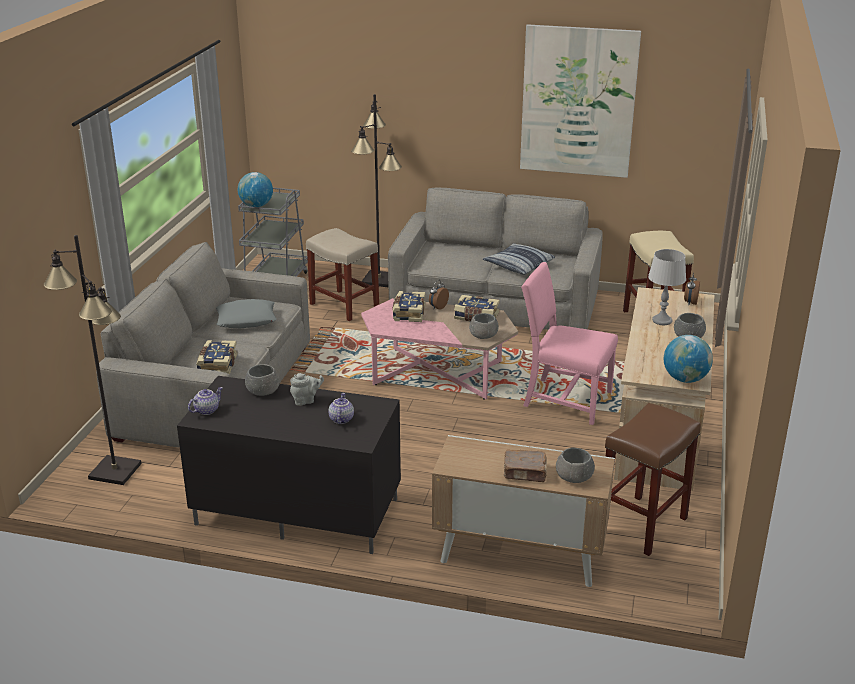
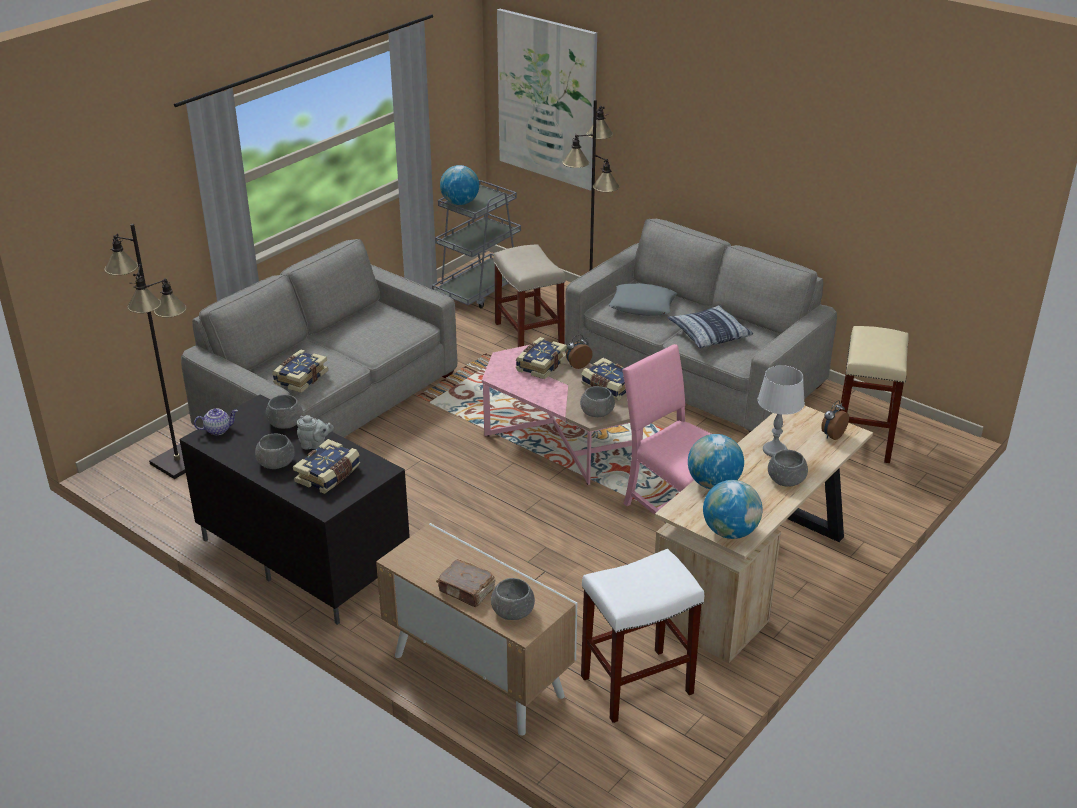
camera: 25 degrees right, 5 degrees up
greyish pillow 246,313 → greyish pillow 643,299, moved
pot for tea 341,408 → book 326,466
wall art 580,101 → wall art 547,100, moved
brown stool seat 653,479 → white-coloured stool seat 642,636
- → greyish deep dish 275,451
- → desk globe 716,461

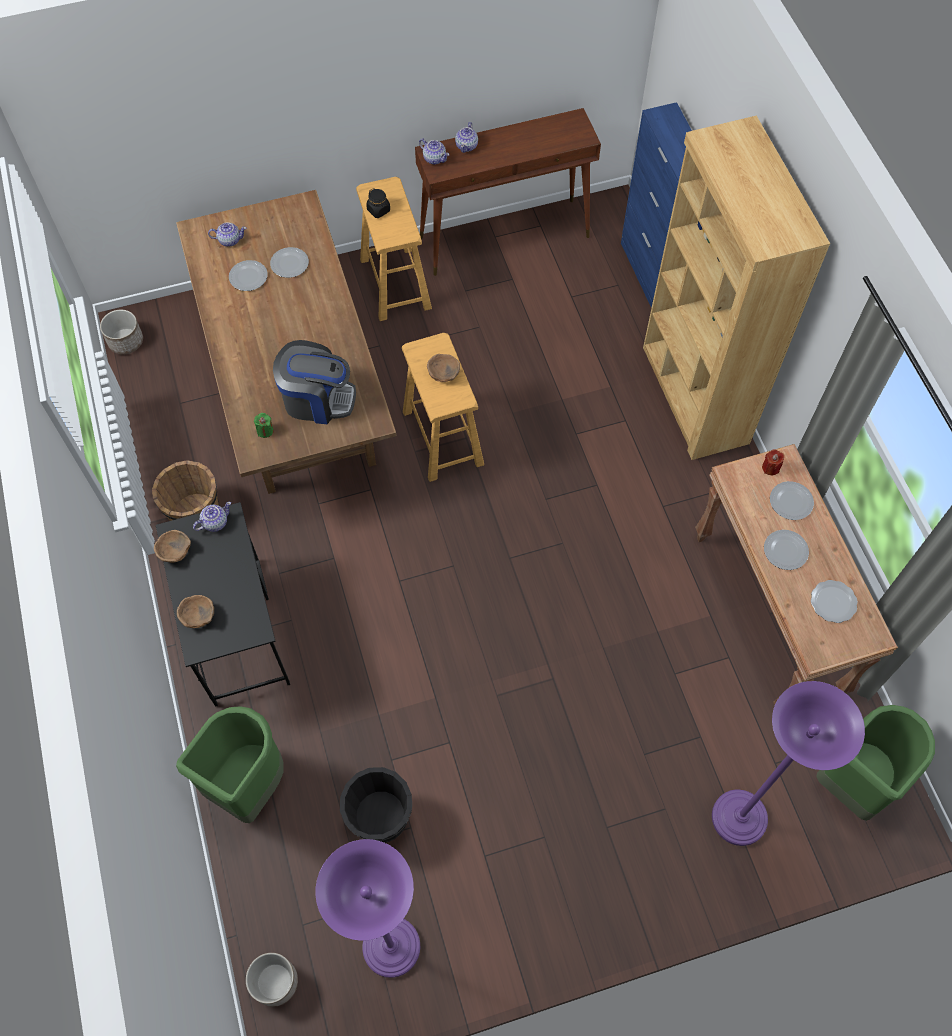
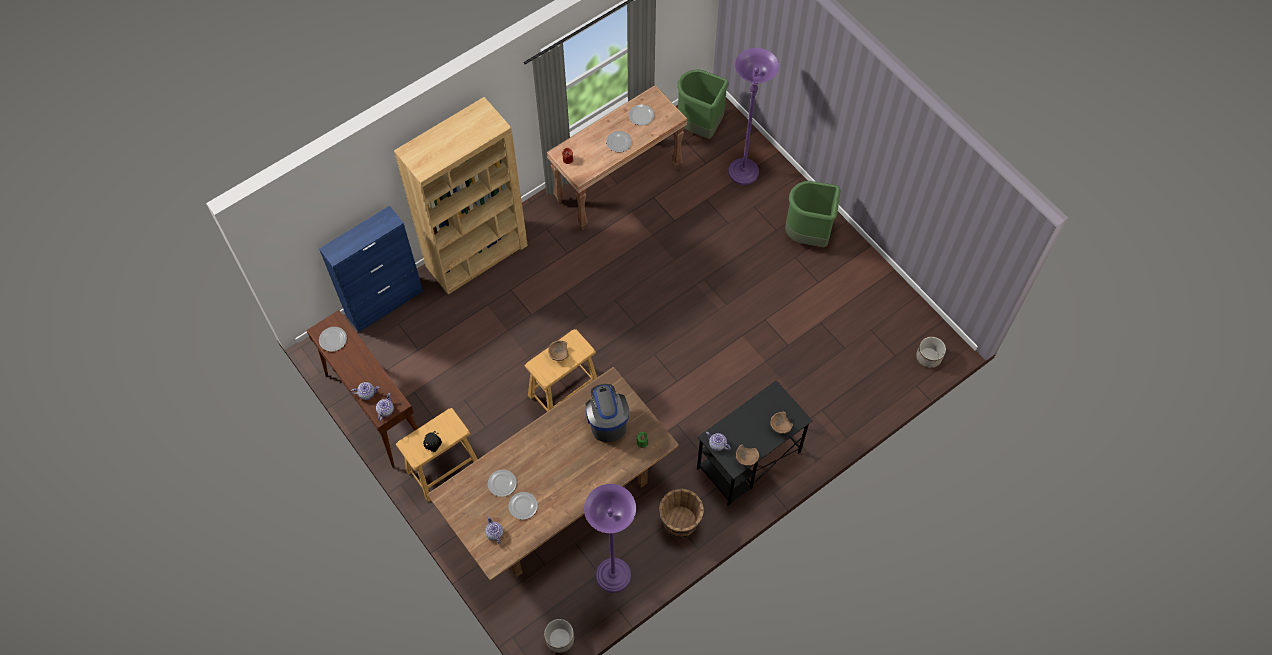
camera: 110 degrees left, 0 degrees up
greenish rubbish bin 229,764 → greenish rubbish bin 813,214, moved
purple-coloured floor lamp 367,908 → purple-coloured floor lamp 610,538, moved
black water bucket 376,805 → -
flat dish 792,500 → flat dish 333,339, moved

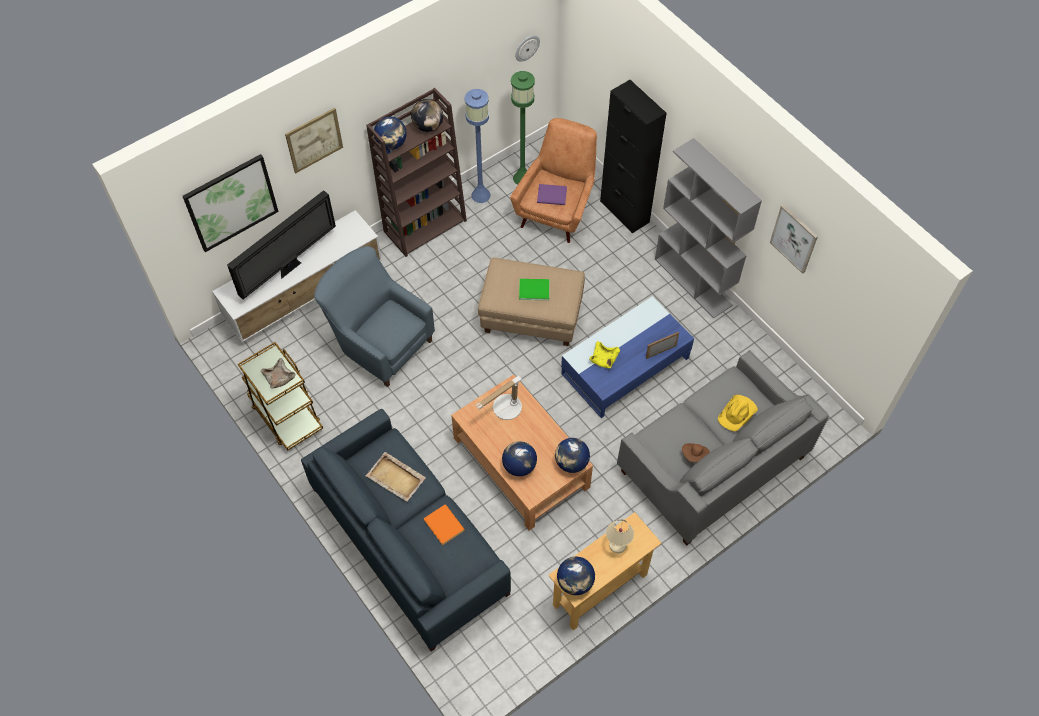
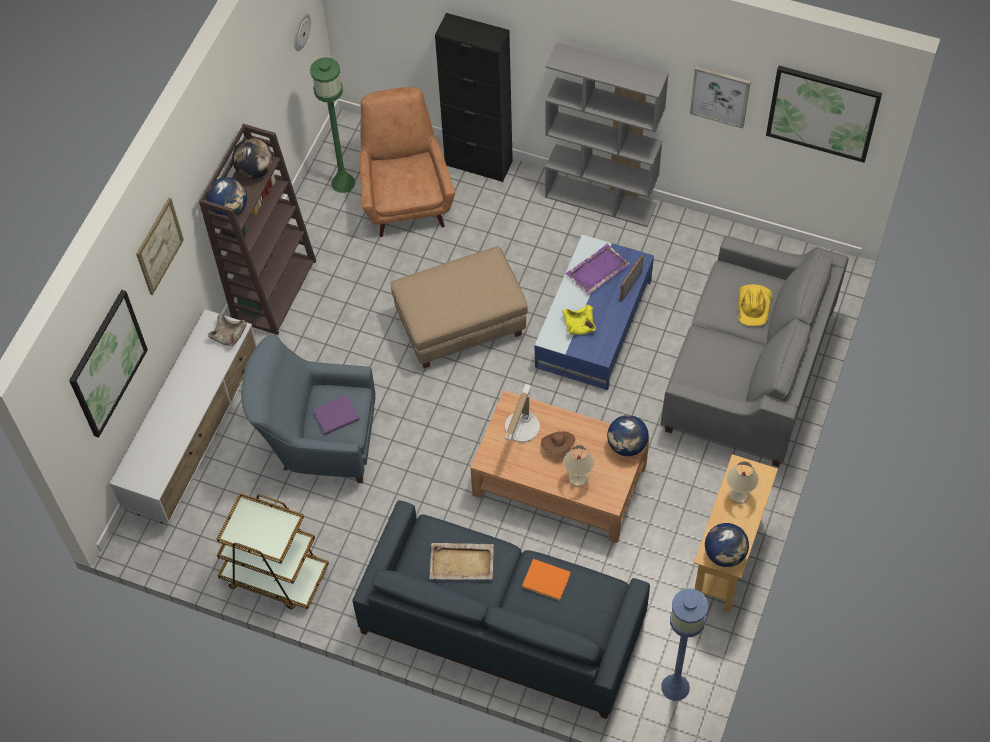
camera: 30 degrees left, 0 degrees up
television 281,244 → -
beige deep dish 278,373 → beige deep dish 227,330, moved
blue floor lamp 477,146 → blue floor lamp 684,644, moved
desk globe 519,458 → beige lamp for a table 578,466
greenish book 534,289 → -
purple-coloured book 552,194 → purple-coloured book 336,414, moved
brown wearable hat 696,452 → brown wearable hat 558,442, moved
- → purple-coloured tray 597,269
- → wall art 824,114

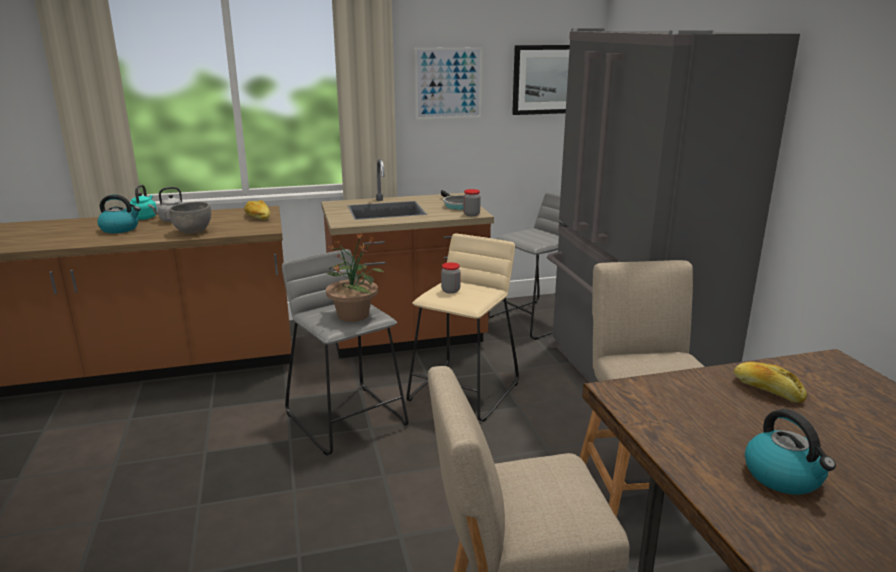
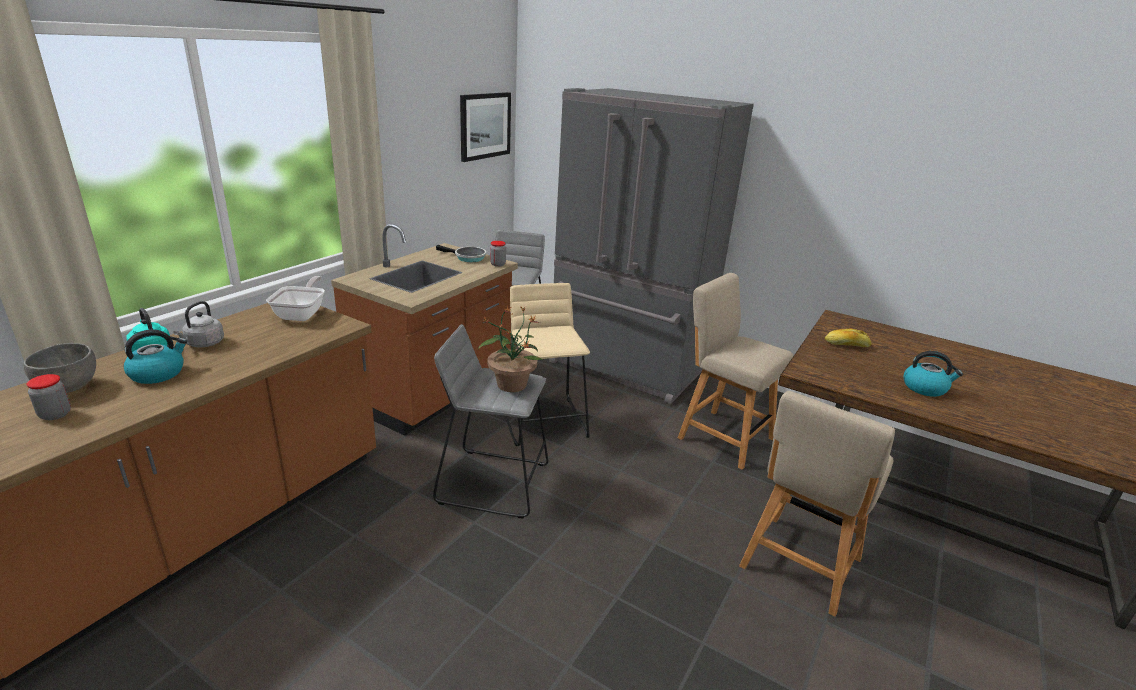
camera: 45 degrees left, 5 degrees up
greyish deep dish 190,218 → greyish deep dish 59,368, moved
baked bread 257,210 → skillet 295,298
wall art 448,83 → -
jar 451,278 → jar 48,397, moved

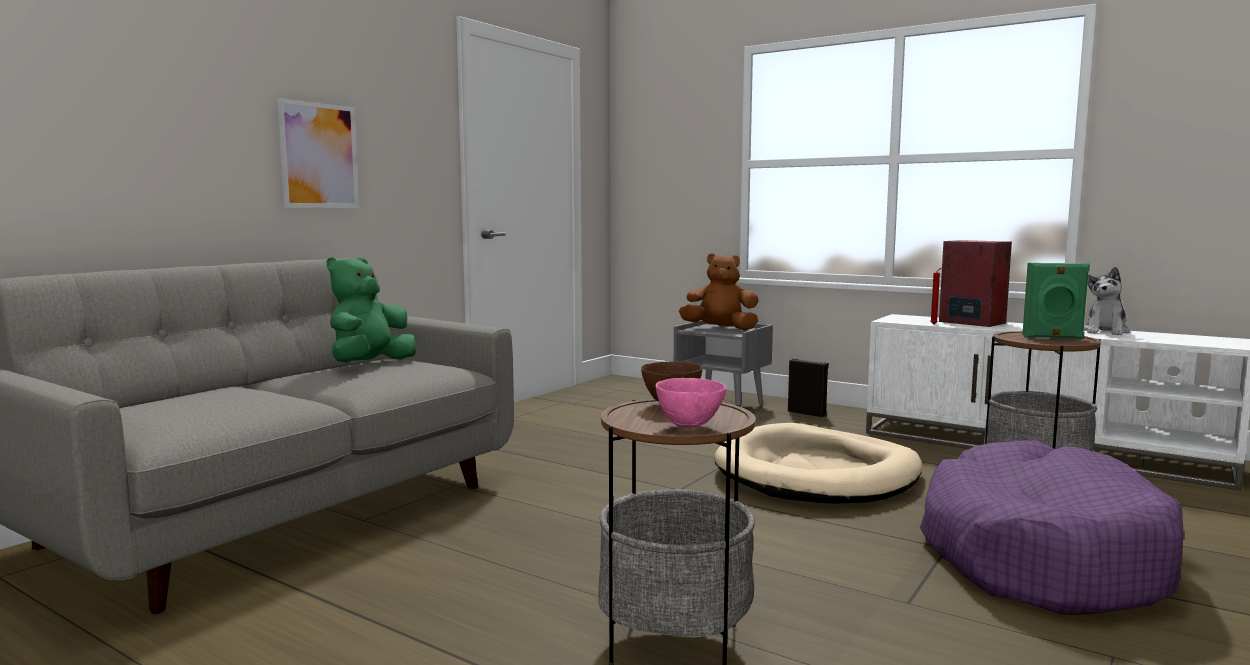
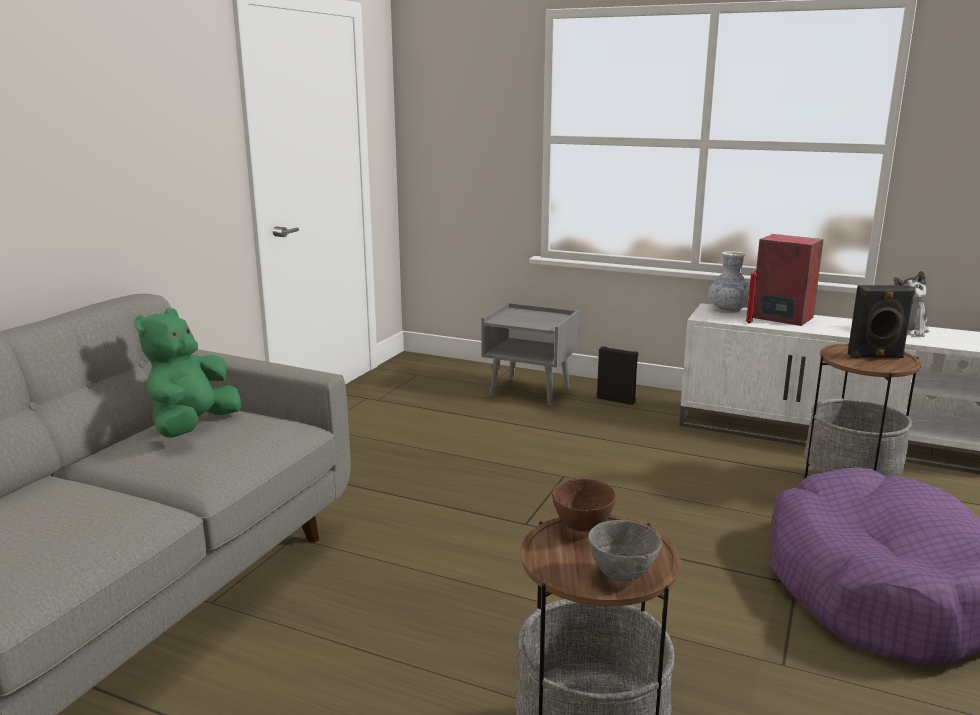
camera: 10 degrees left, 10 degrees up
wall art 318,153 → -
pinkish deep dish 690,403 → greyish deep dish 625,551
brown soft toy 719,291 → -
beige pet bed 818,463 → -
greenish loudspeaker 1056,301 → black loudspeaker 882,321
- → vase 729,281

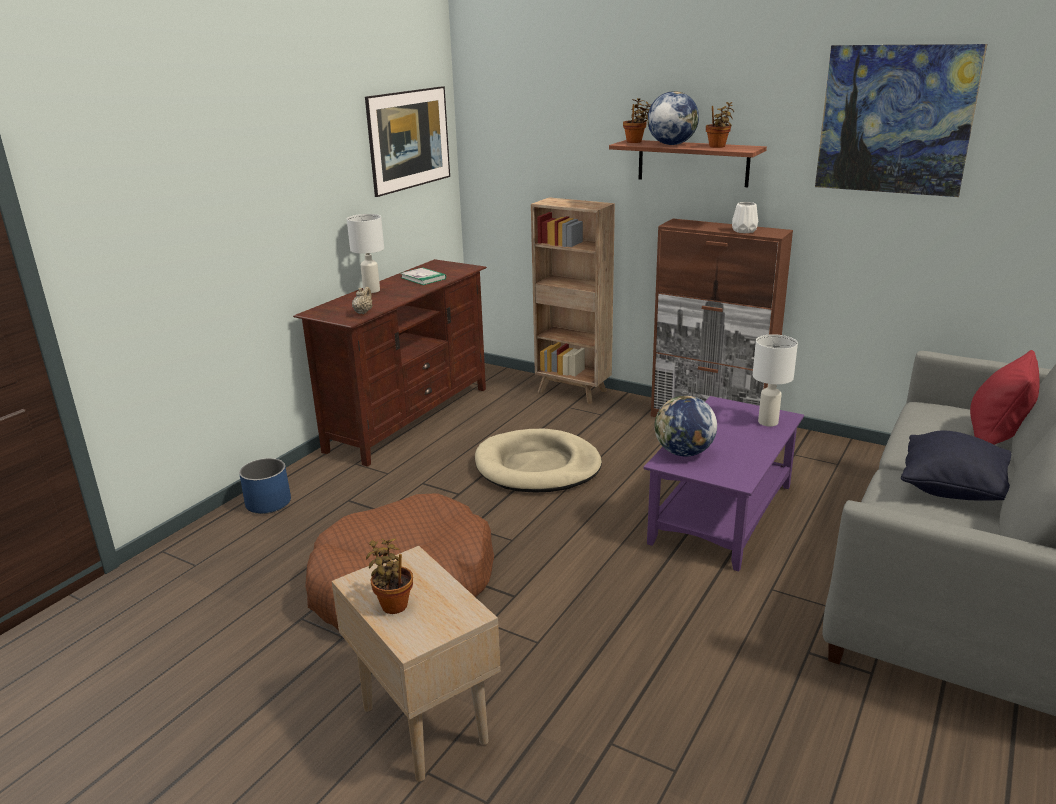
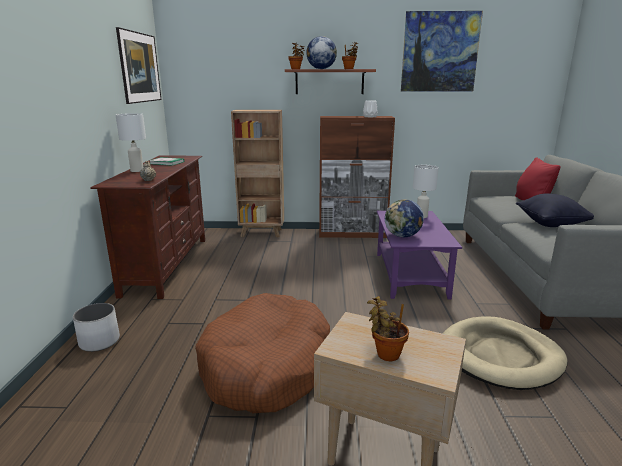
camera: 30 degrees left, 5 degrees down
blue planter 265,486 → white-coloured planter 96,327
beige pet bed 538,460 → beige pet bed 505,353, moved

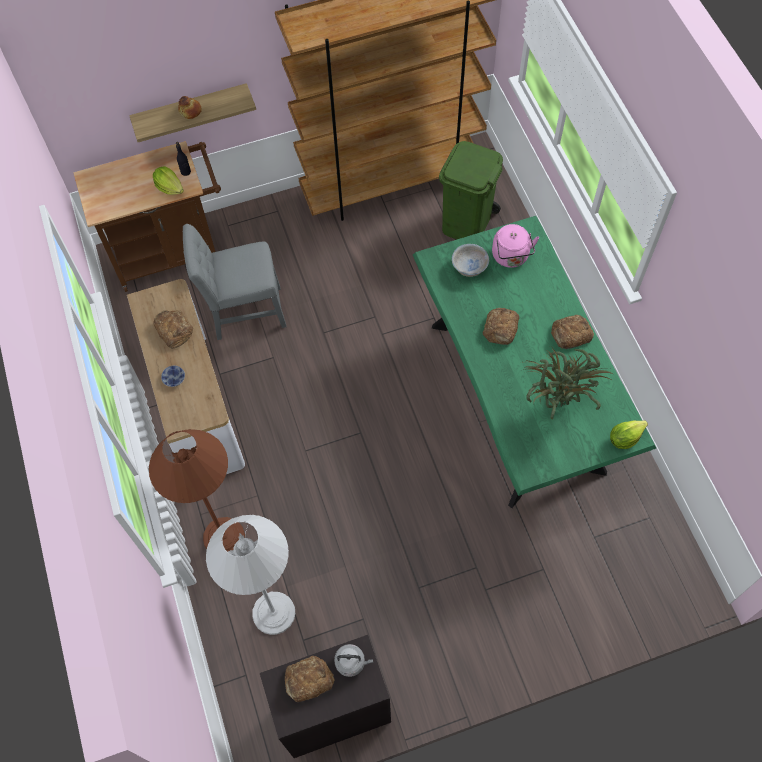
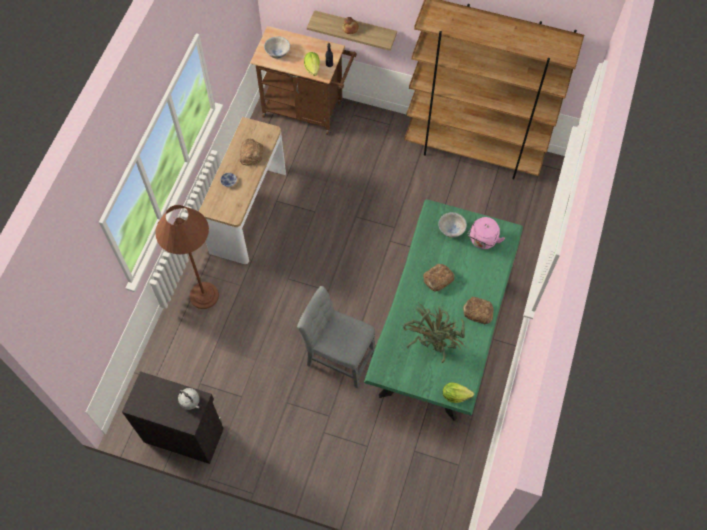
camera: 35 degrees right, 0 degrees up
greyish plain chair 235,282 → greyish plain chair 336,337, moved
white-coloured floor lamp 250,575 → -
baked bread 310,679 → -
greenish rubbish bin 471,190 → -
- → white-coloured deep dish 277,47

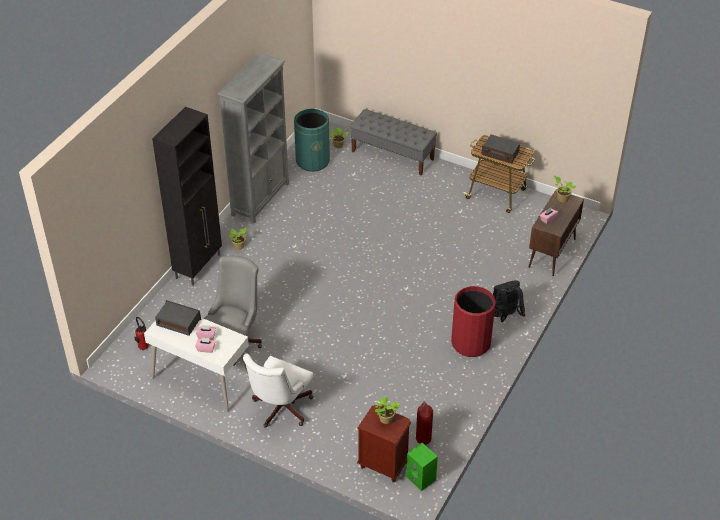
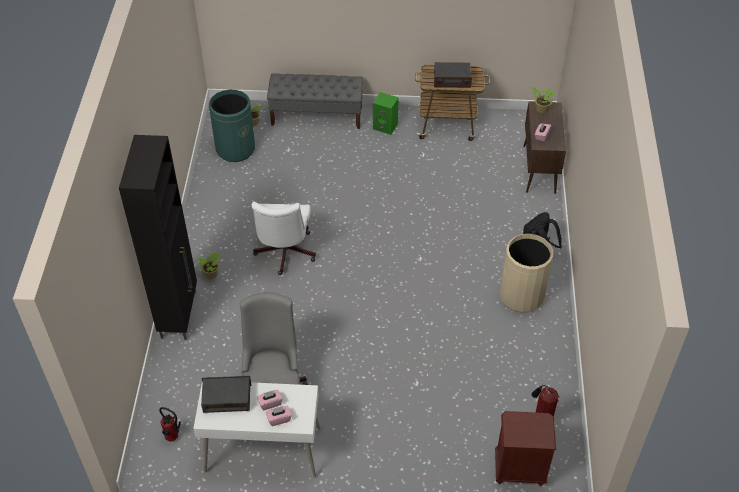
camera: 25 degrees left, 5 degrees up
greyish bookcase 253,138 → -
white-coloured desk chair 278,390 → white-coloured desk chair 284,238, moved
potted plant 387,410 → -
greenish loudspeaker 422,467 → greenish loudspeaker 386,113, moved
reddish rubbish bin 473,321 → beige rubbish bin 526,273

